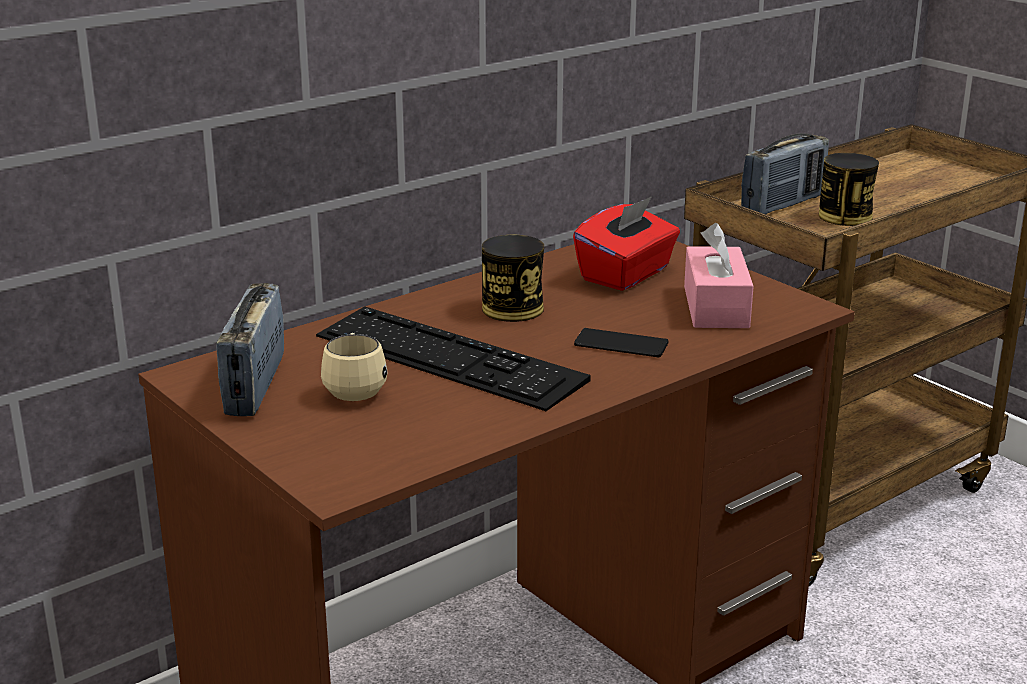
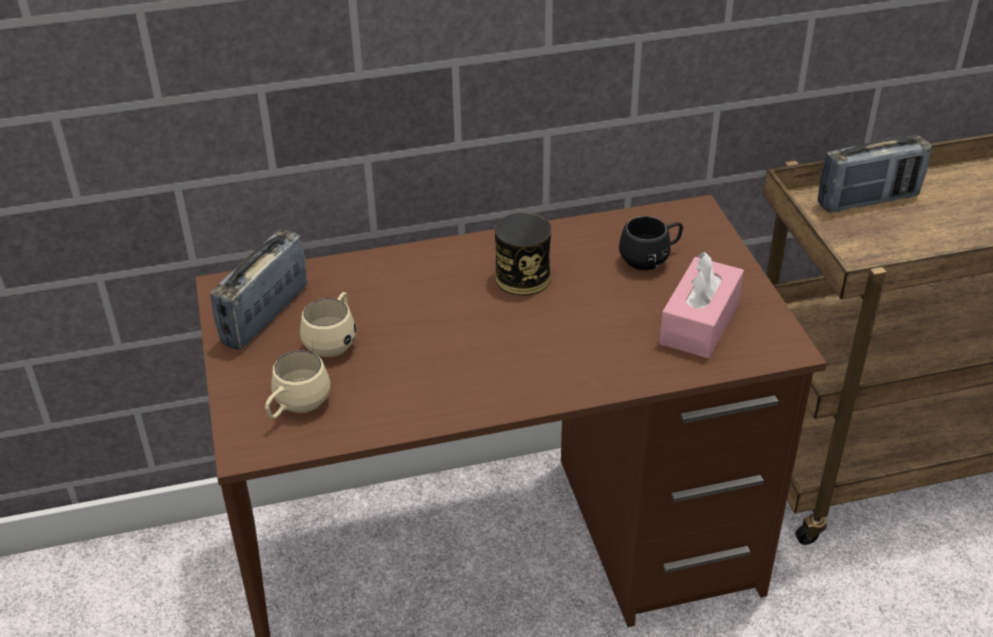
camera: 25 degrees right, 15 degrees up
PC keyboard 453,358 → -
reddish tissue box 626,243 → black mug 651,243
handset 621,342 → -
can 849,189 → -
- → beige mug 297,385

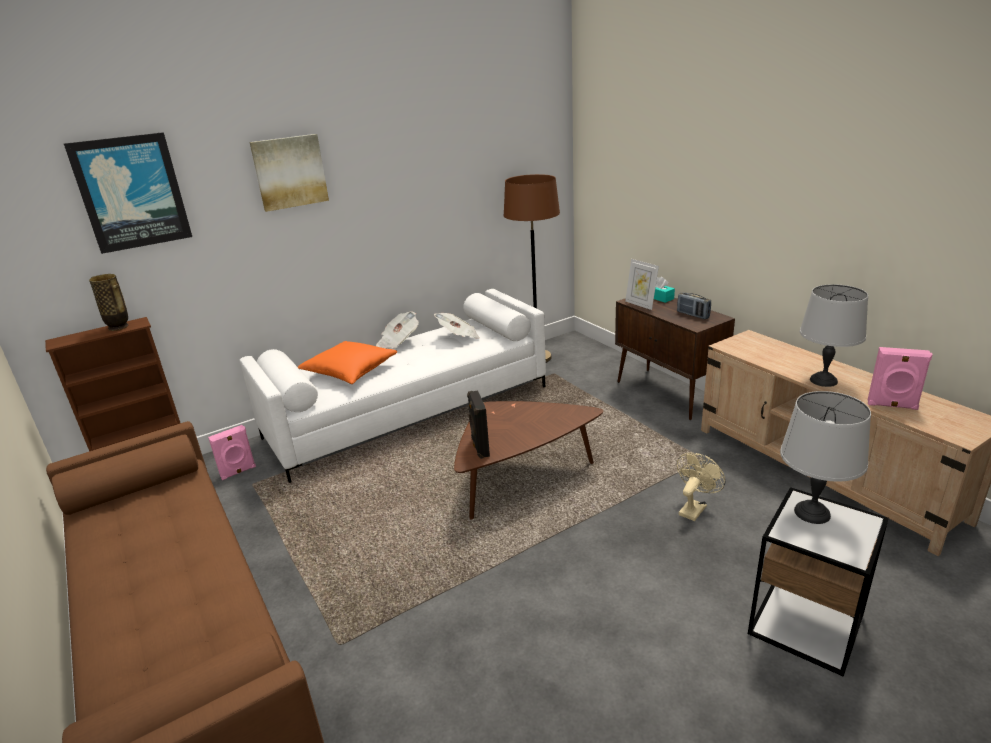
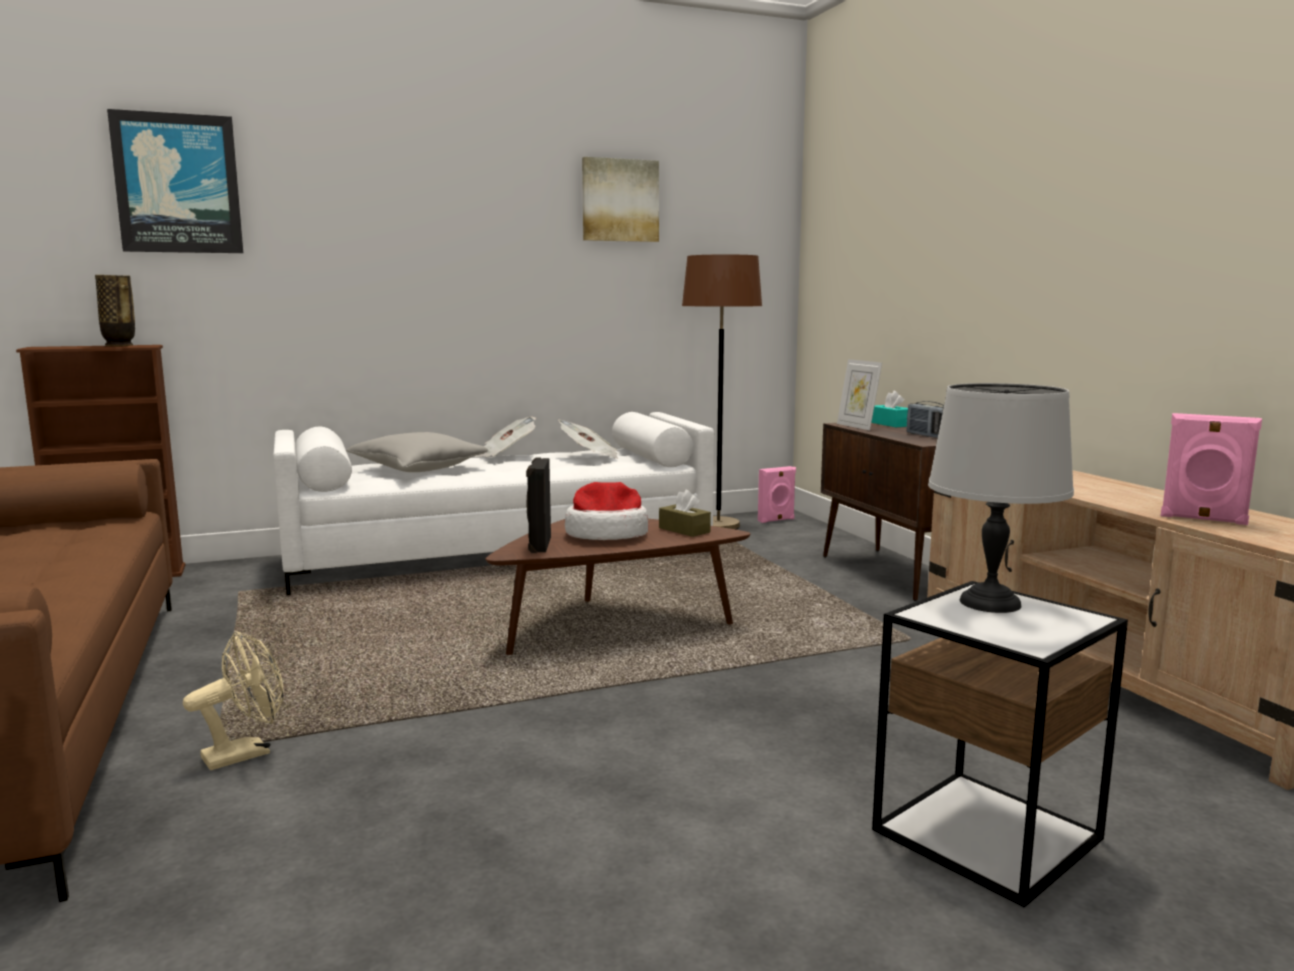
camera: 10 degrees right, 15 degrees down
pinkish loudspeaker 232,452 → pinkish loudspeaker 777,494, moved
wall art 289,173 → wall art 620,199, moved
orangey pillow 347,362 → greyish pillow 417,452
beige electric fan 701,487 → beige electric fan 233,700, moved
greyish lamp for a table 834,335 → -
- → wearable hat 606,511
- → brown tissue box 685,513

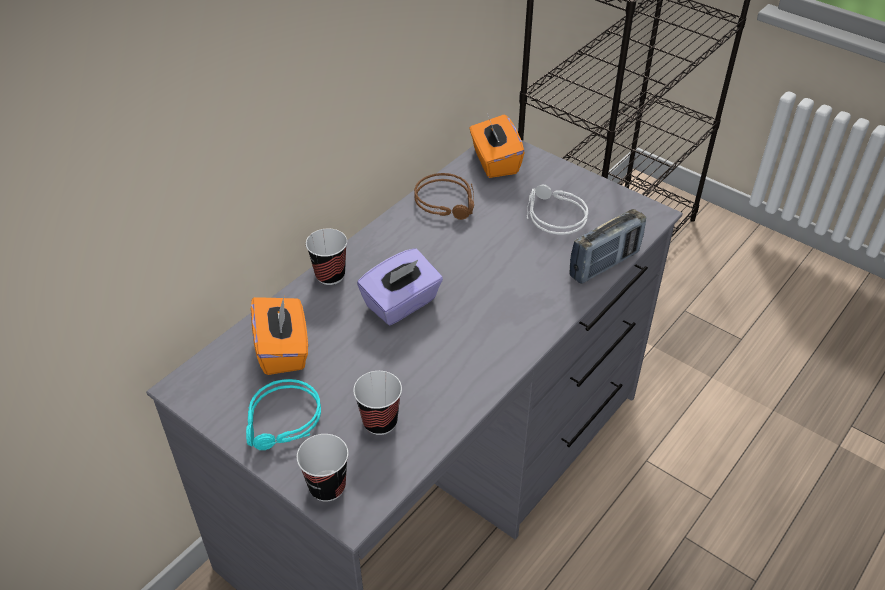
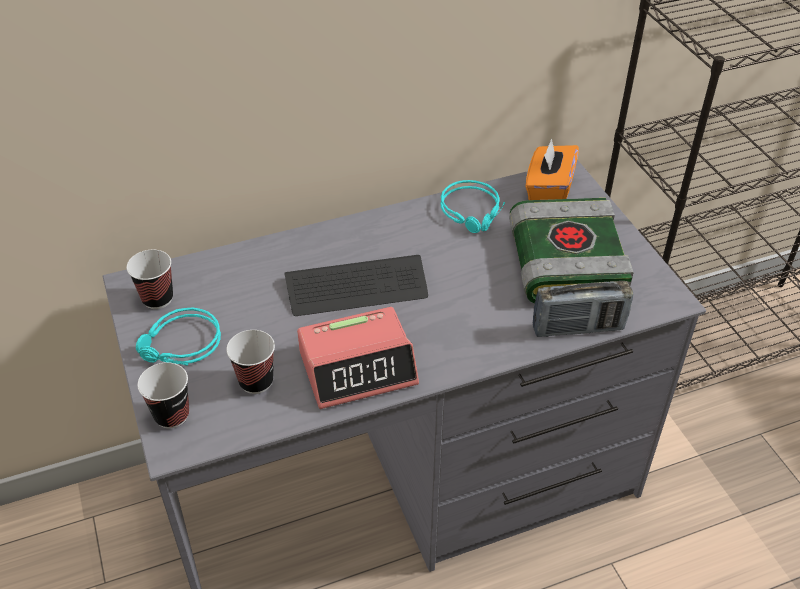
camera: 30 degrees right, 0 degrees up
orangey tissue box 279,336 → -
cup 326,257 → cup 150,279, moved
purple-coloured tissue box 400,286 → PC keyboard 356,285
brown pair of headphones 444,196 → turquoise-coloured pair of headphones 473,206
greyish pair of headphones 557,209 → book 571,250
- → table clock 358,358

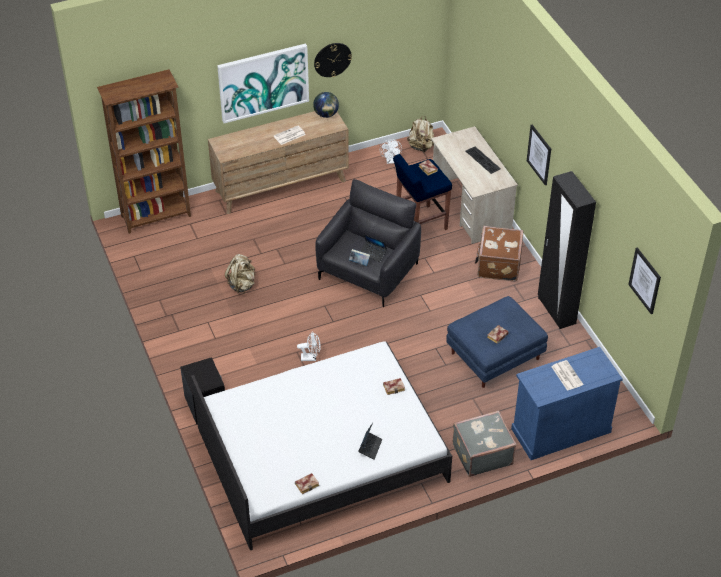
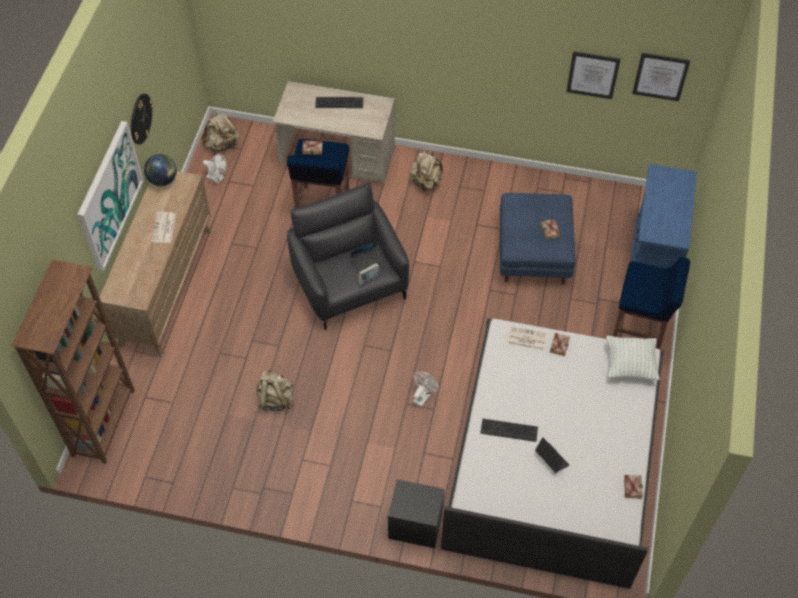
camera: 55 degrees left, 10 degrees up
laptop 370,441 → laptop 552,455, moved
greyish suitcase 485,443 → blue stool seat 651,303
brown suitcase 499,253 → beige knapsack 426,170
wall art 539,155 → wall art 593,75, moved
black wardrobe 567,250 → -
newspaper 567,375 → newspaper 527,338, moved
- → PC keyboard 509,430
- → pillow 632,358

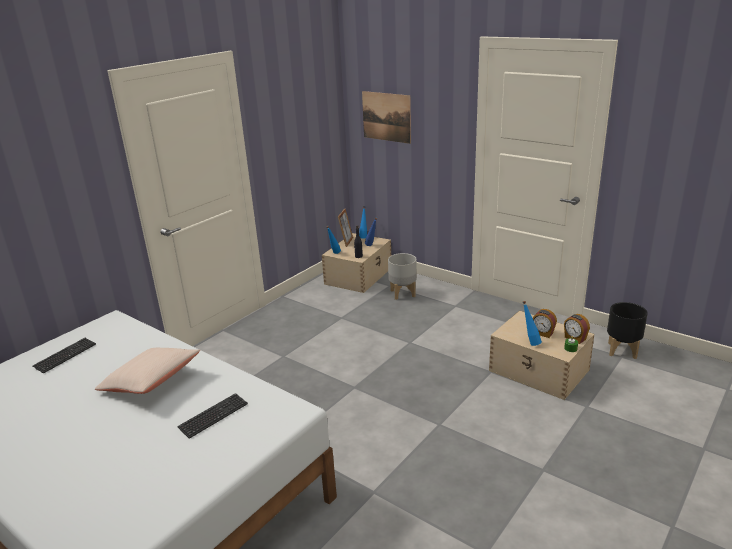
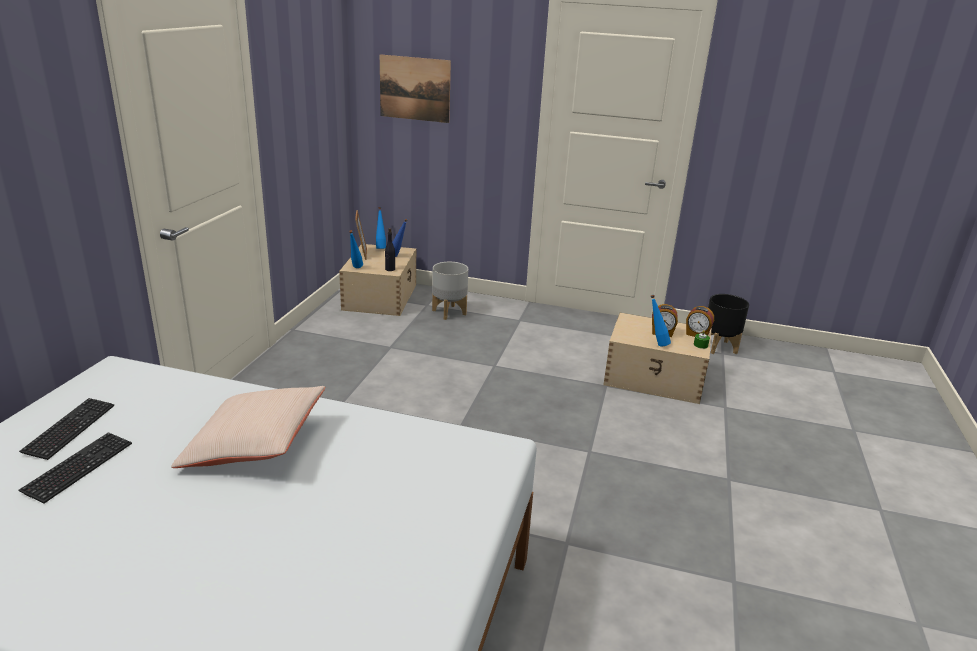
camera: 25 degrees left, 0 degrees up
PC keyboard 212,416 → PC keyboard 75,467, moved

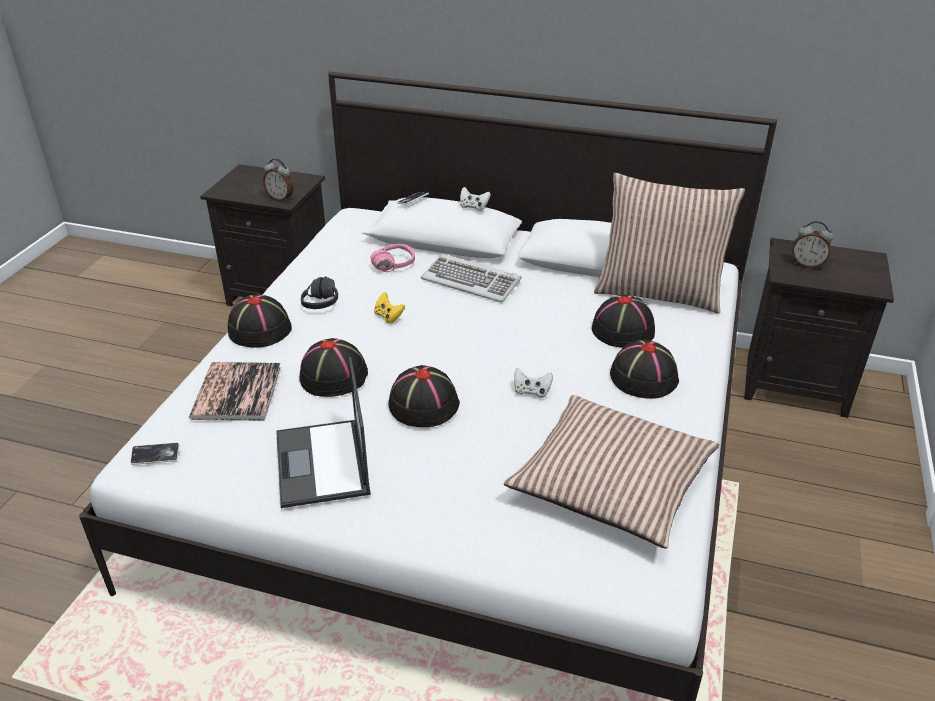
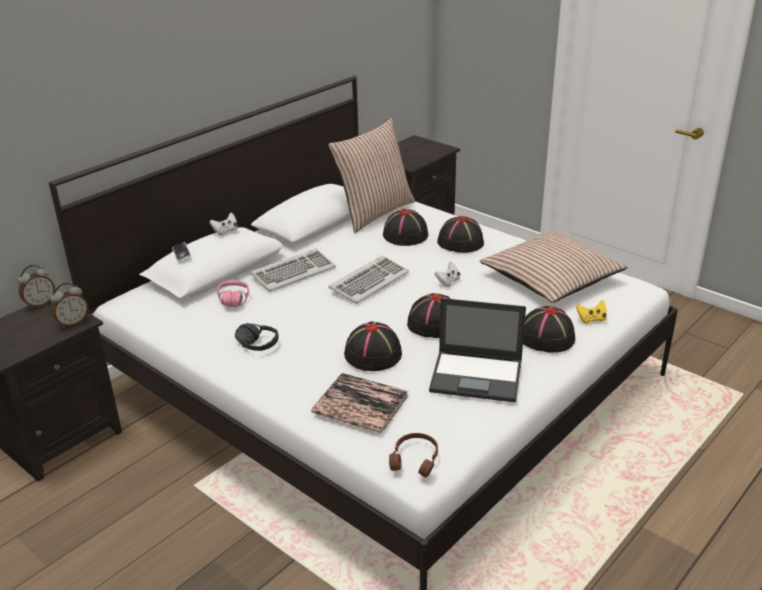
camera: 65 degrees left, 5 degrees down
handset 154,454 → brown pair of headphones 413,455
black wearable hat 260,321 → black wearable hat 549,329, moved
yellow-coloured joypad 389,307 → yellow-coloured joypad 591,312, moved
table clock 812,245 → table clock 36,287, moved
- → PC keyboard 369,280

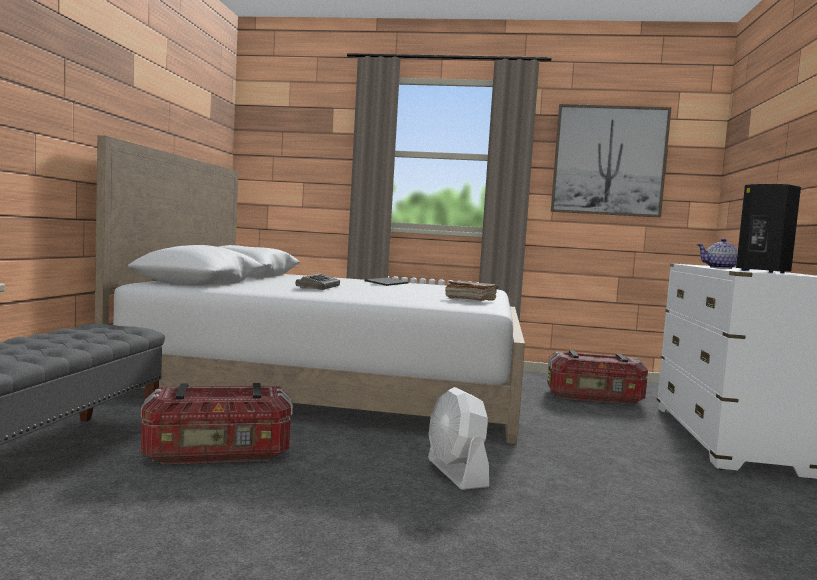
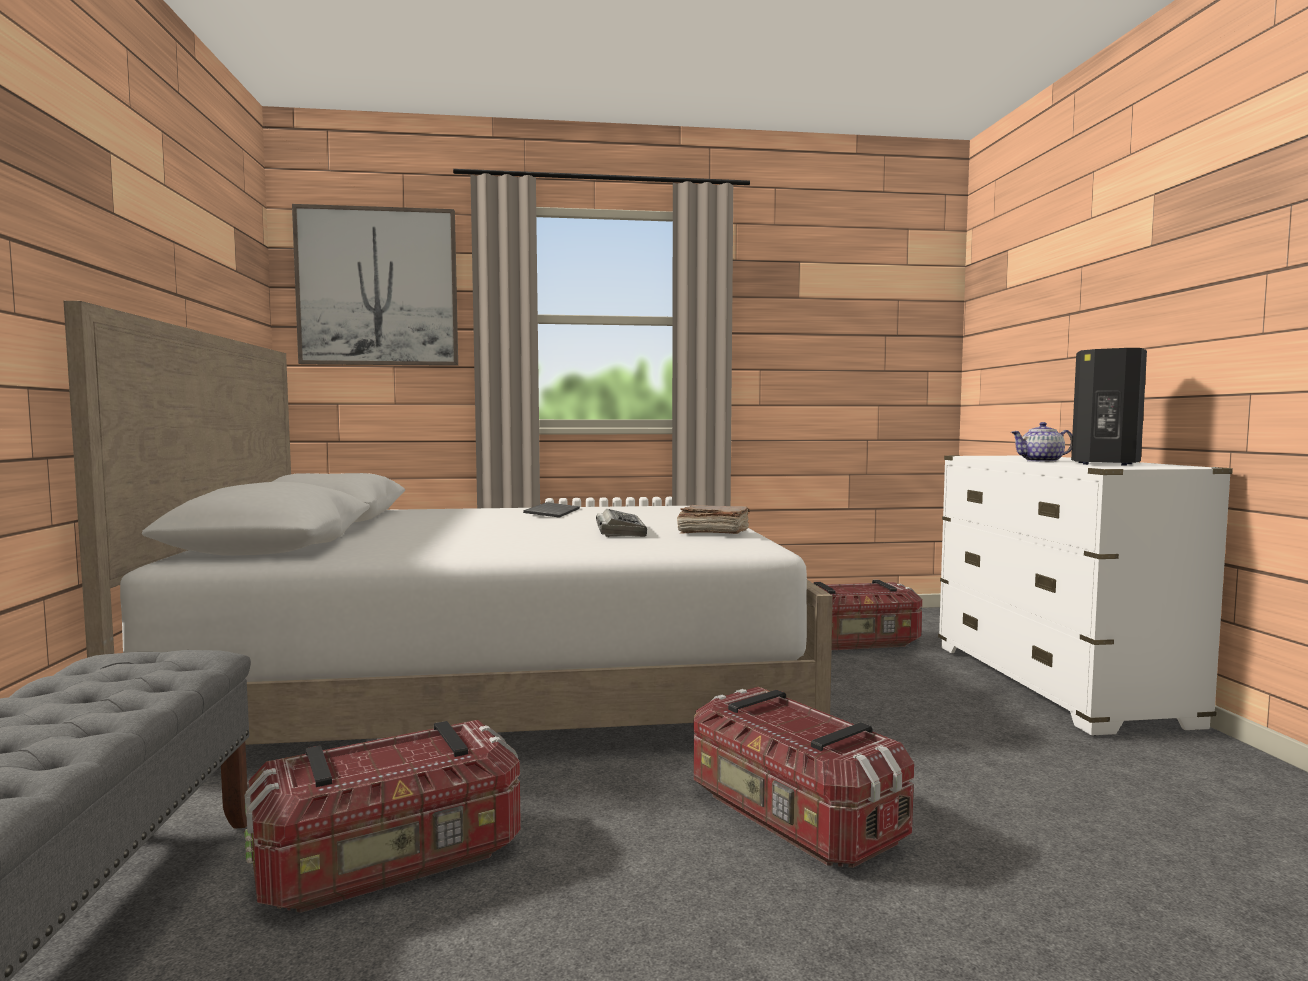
camera: 15 degrees left, 0 degrees up
PC keyboard 318,282 → PC keyboard 621,523, moved
white-coloured electric fan 458,438 → storage bin 804,777
wall art 611,161 → wall art 375,285, moved

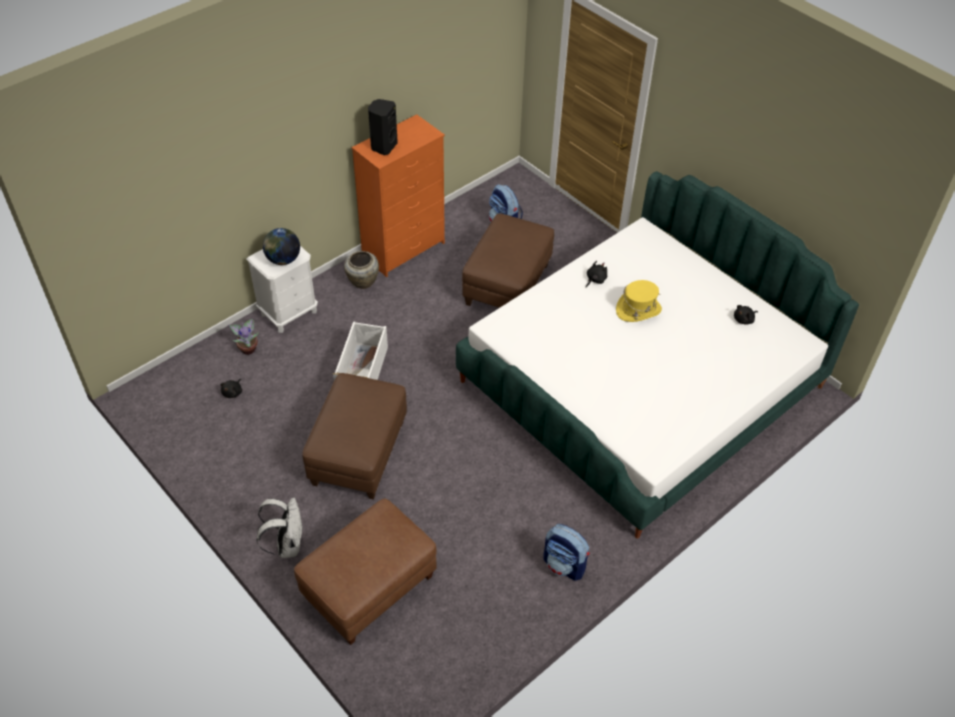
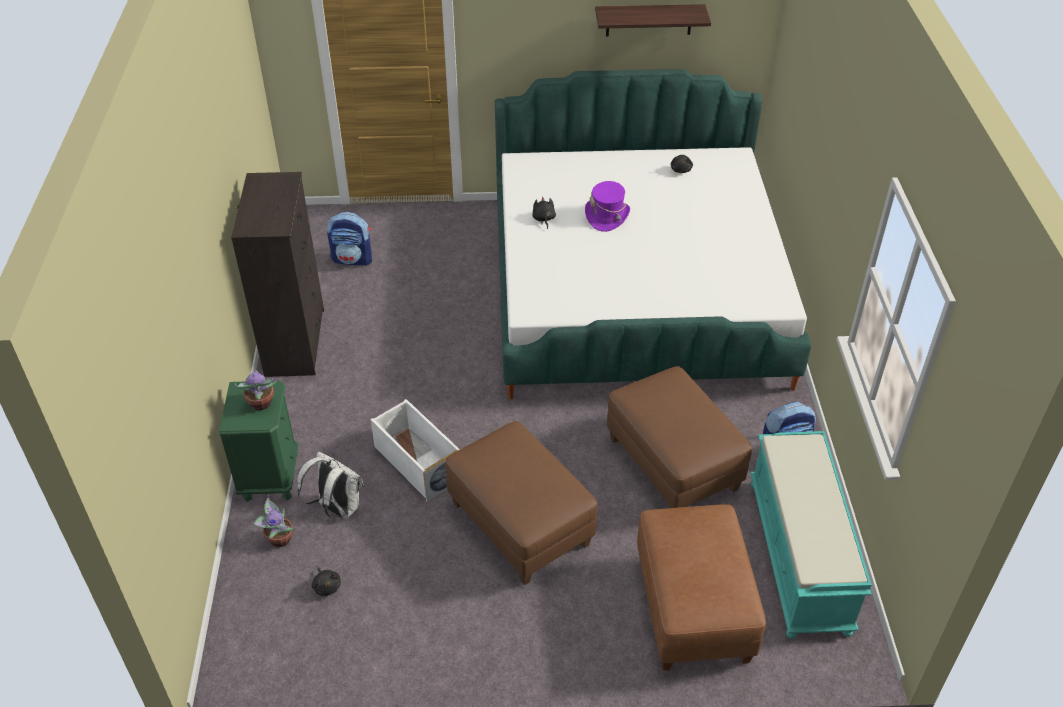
camera: 50 degrees left, 5 degrees down
white-coloured nightstand 282,289 → greenish nightstand 258,441
white-coloured knapsack 280,528 → white-coloured knapsack 330,485, moved
desk globe 281,246 → potted plant 255,390
beige vase 361,270 → -
orangey drawer chest 398,195 → black drawer chest 277,274
black loudspeaker 383,127 → -
brown pouffe 508,260 → brown pouffe 679,437, moved
yellow-coloured wearable hat 639,301 → purple-coloured wearable hat 607,206
- → wall shelf 653,20
- → turquoise-coloured indoor bench 811,535

